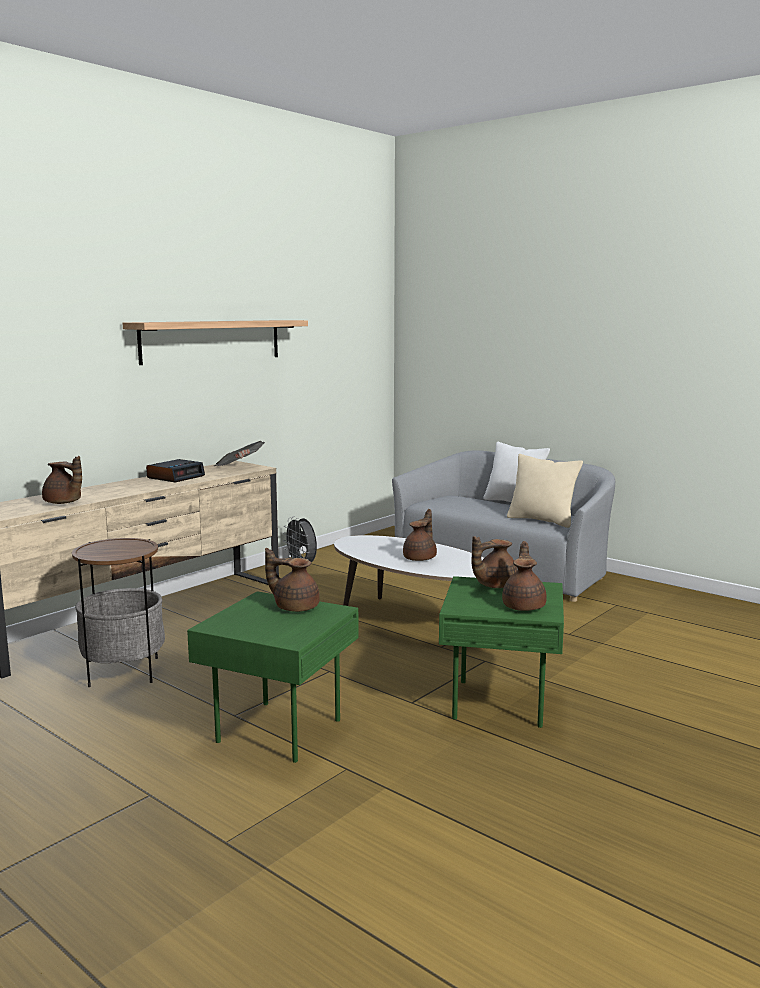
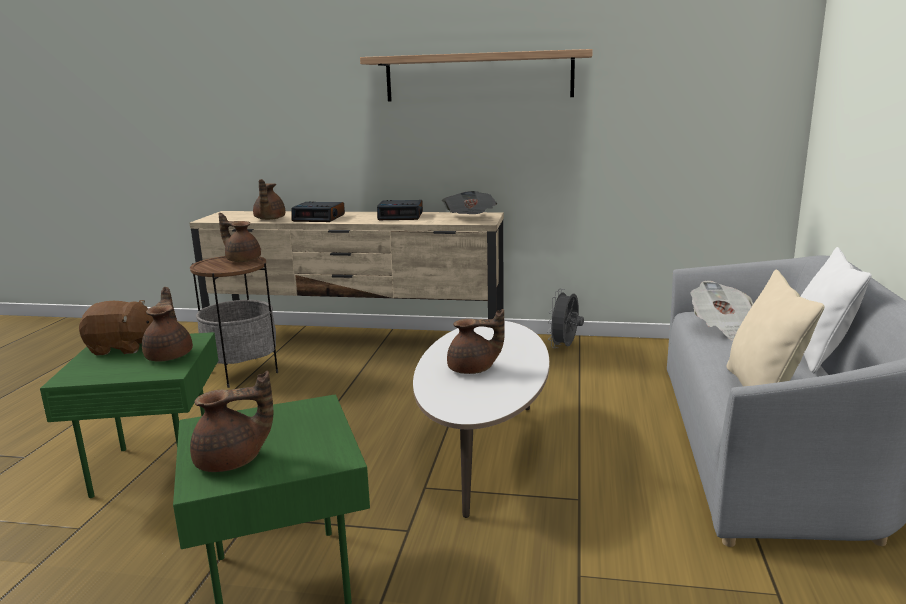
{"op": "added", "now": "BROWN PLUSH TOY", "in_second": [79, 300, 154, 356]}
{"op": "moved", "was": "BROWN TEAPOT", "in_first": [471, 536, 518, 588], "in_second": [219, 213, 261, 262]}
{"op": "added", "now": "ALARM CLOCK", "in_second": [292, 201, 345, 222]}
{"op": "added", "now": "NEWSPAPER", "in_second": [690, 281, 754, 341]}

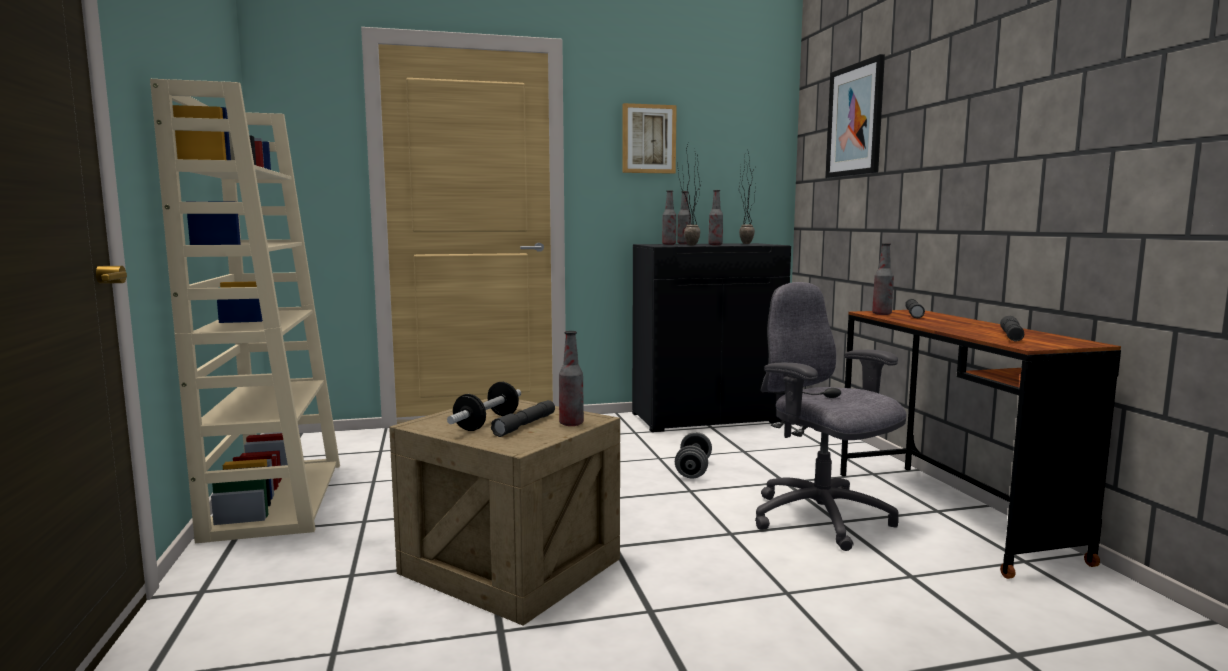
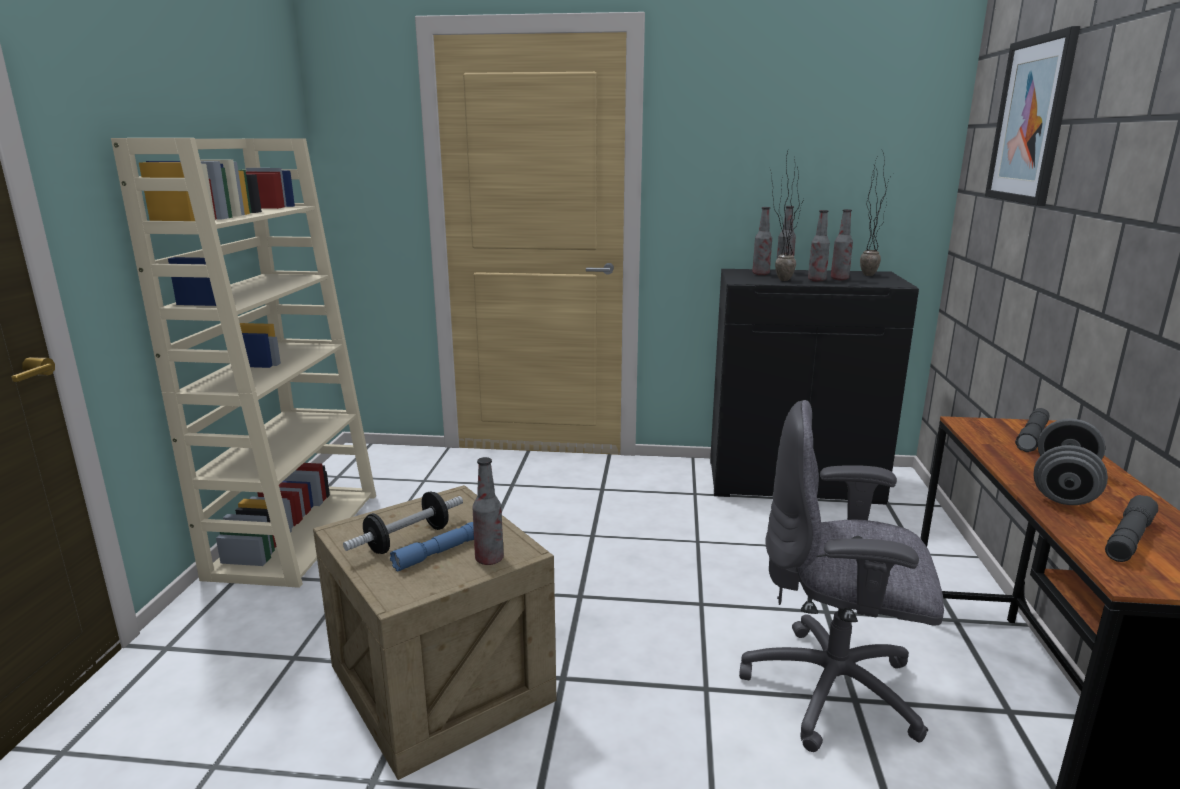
{"op": "recoloured", "was": "GREY FLASHLIGHT", "now": "BLUE FLASHLIGHT", "in_first": [491, 400, 555, 437], "in_second": [390, 522, 474, 572]}
{"op": "turned", "was": "GREY OFFICE CHAIR", "in_first": [755, 282, 907, 551], "in_second": [739, 400, 944, 752], "clockwise": -60}
{"op": "moved", "was": "BOTTLE", "in_first": [872, 243, 894, 315], "in_second": [831, 209, 853, 280]}
{"op": "moved", "was": "GREY DUMBBELL", "in_first": [675, 432, 712, 479], "in_second": [1034, 418, 1108, 505]}
{"op": "removed", "was": "PICTURE", "in_first": [622, 103, 677, 174]}

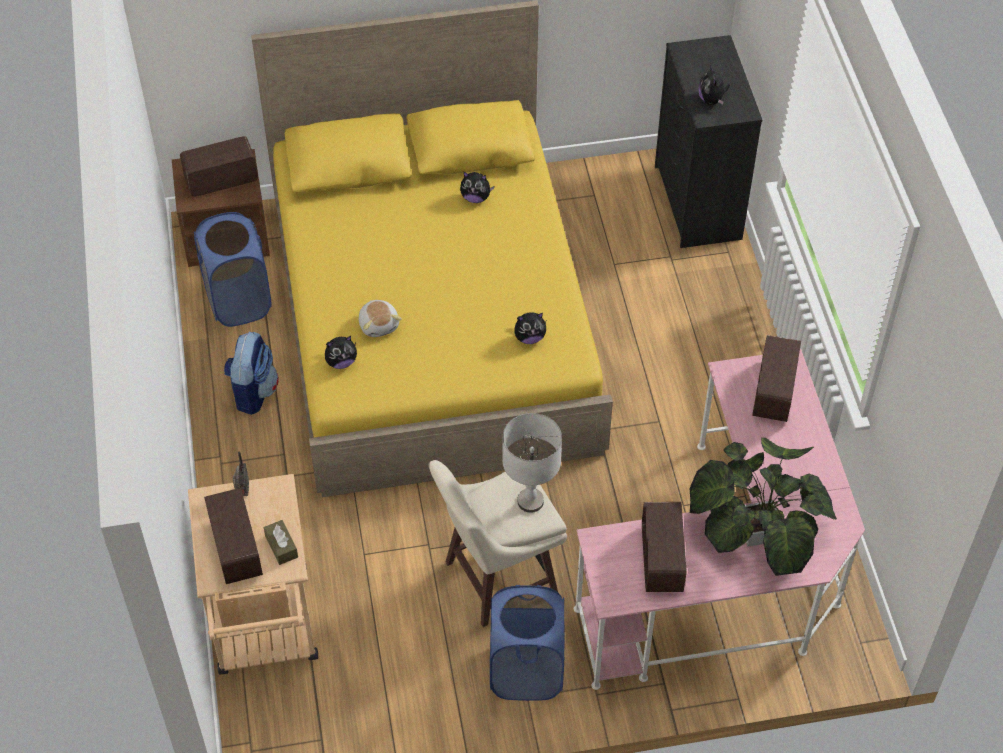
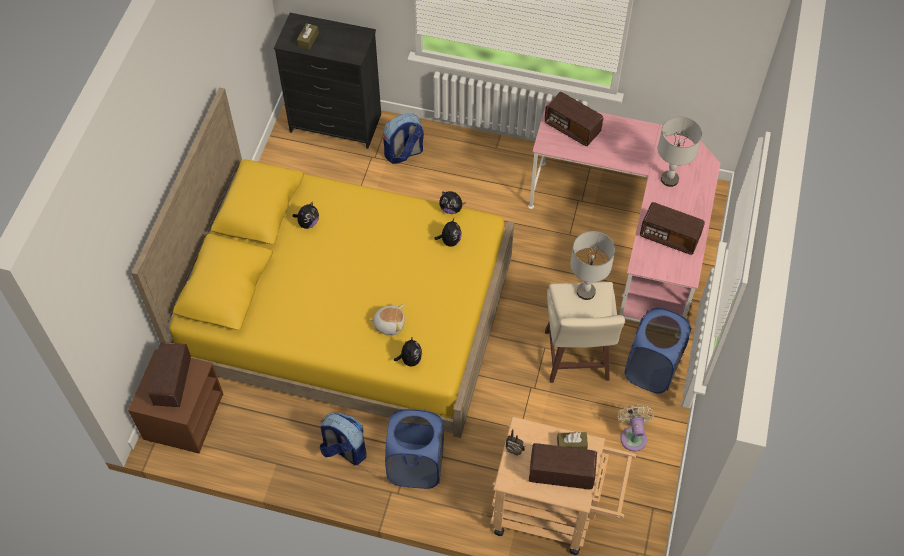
{"op": "added", "now": "BROWN TISSUE BOX", "in_second": [297, 23, 319, 50]}
{"op": "added", "now": "BACKPACK", "in_second": [383, 113, 424, 164]}
{"op": "moved", "was": "BLUE LAUNDRY BASKET", "in_first": [194, 212, 271, 327], "in_second": [385, 409, 444, 489]}
{"op": "moved", "was": "PLUSH TOY", "in_first": [698, 64, 730, 105], "in_second": [439, 191, 466, 214]}
{"op": "added", "now": "BEIGE FAN", "in_second": [618, 404, 654, 452]}
{"op": "replaced", "was": "POTTED PLANT", "now": "GREY TABLE LAMP", "in_first": [690, 438, 837, 576], "in_second": [658, 116, 702, 187]}

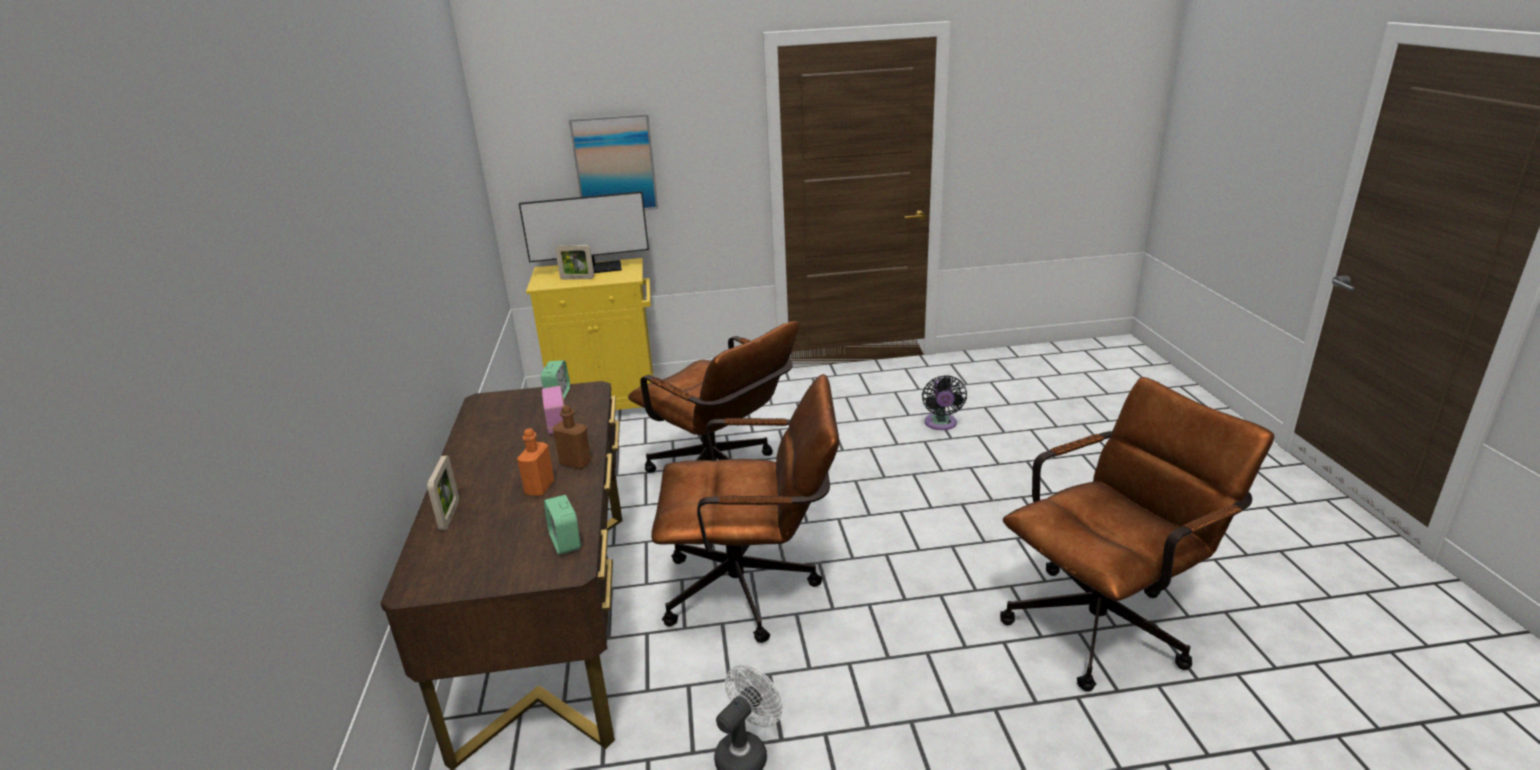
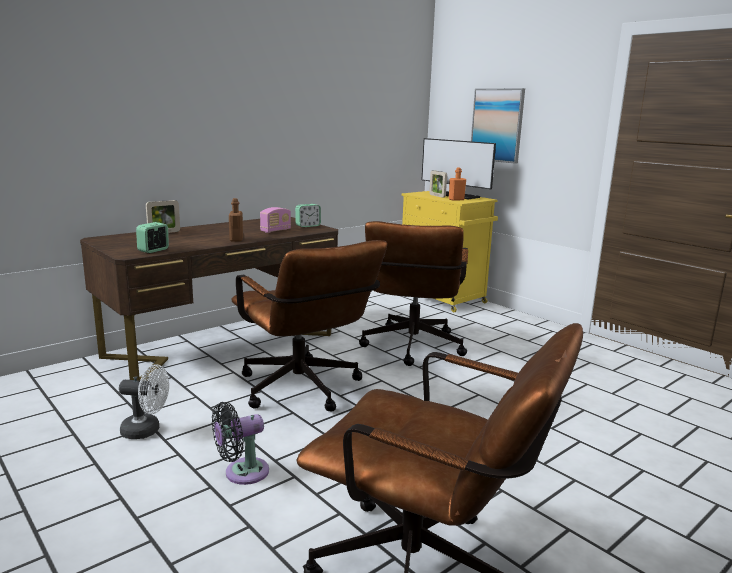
{"op": "moved", "was": "BLACK FAN", "in_first": [922, 375, 967, 430], "in_second": [212, 402, 269, 485]}
{"op": "moved", "was": "ORANGE BOTTLE", "in_first": [517, 428, 554, 496], "in_second": [449, 168, 466, 201]}

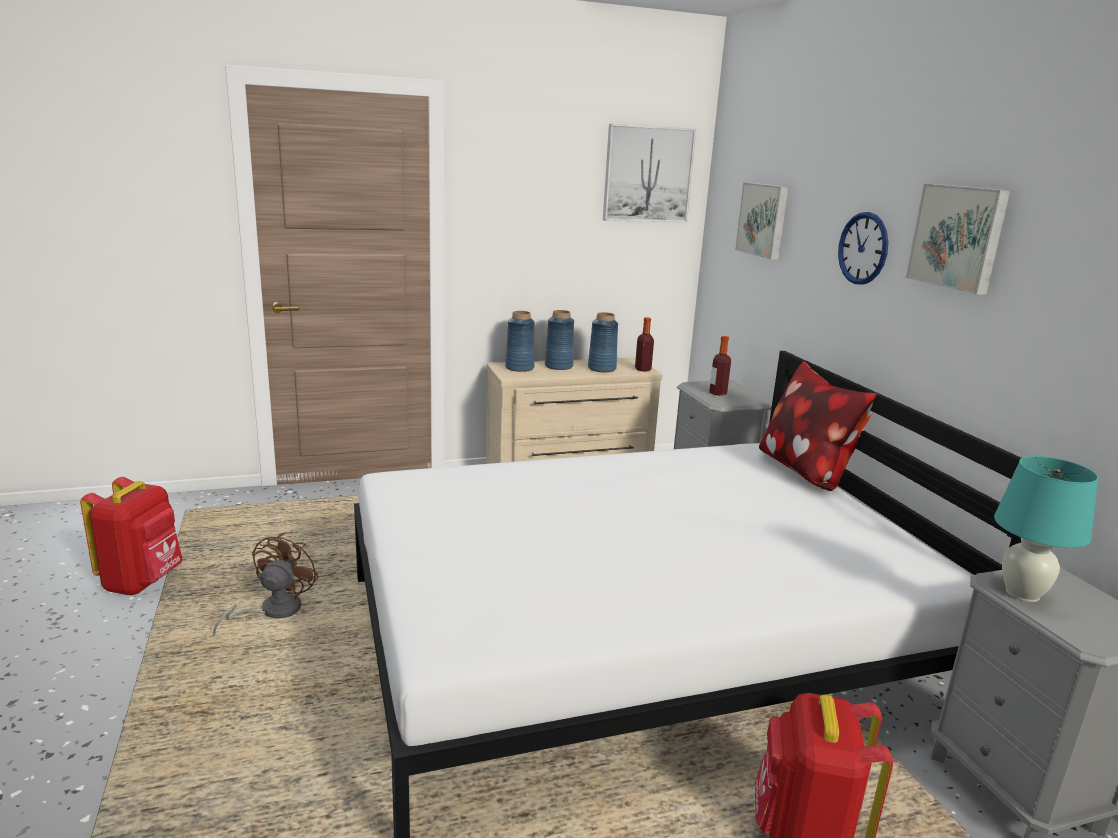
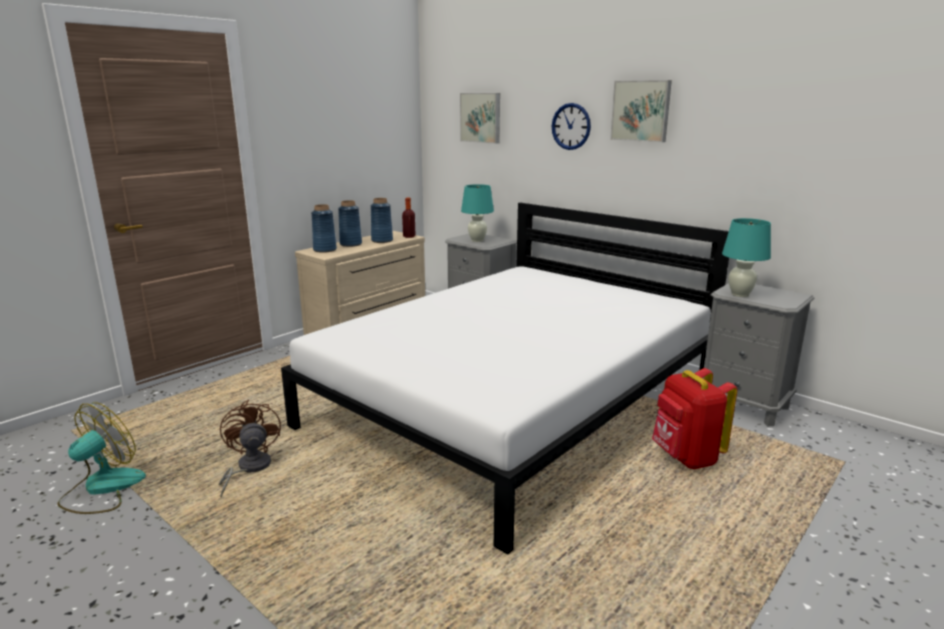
{"op": "replaced", "was": "RED BACKPACK", "now": "FAN", "in_first": [80, 477, 183, 595], "in_second": [57, 402, 146, 514]}
{"op": "replaced", "was": "BOTTLE", "now": "TURQUOISE TABLE LAMP", "in_first": [709, 336, 731, 396], "in_second": [461, 184, 494, 242]}
{"op": "removed", "was": "PICTURE", "in_first": [603, 124, 696, 222]}
{"op": "removed", "was": "PILLOW", "in_first": [759, 362, 879, 491]}

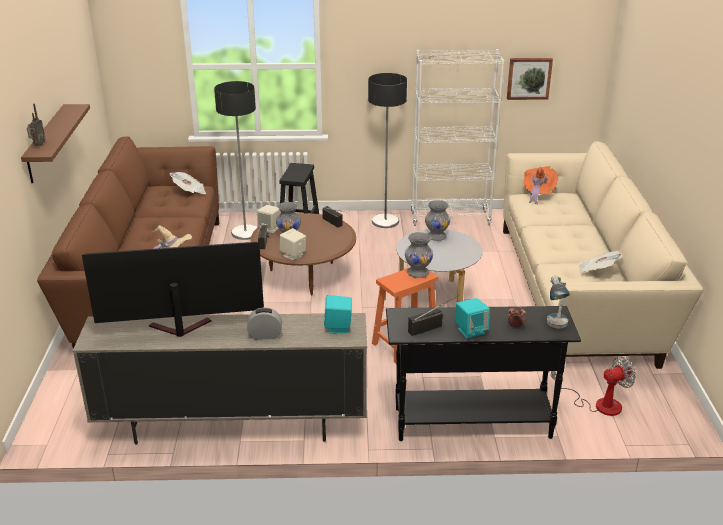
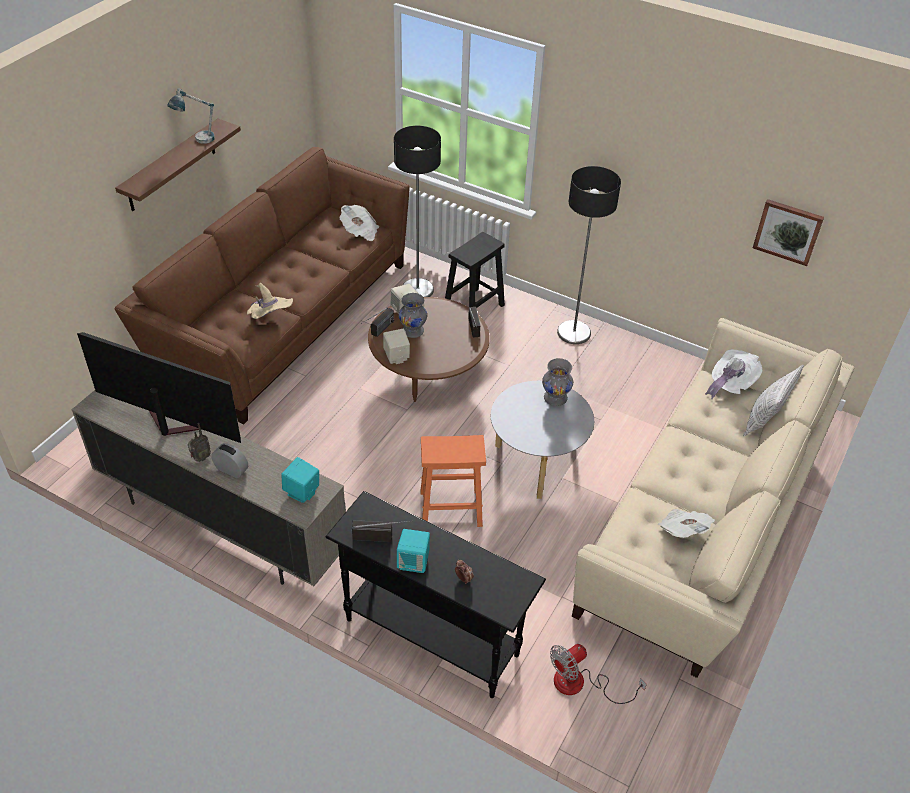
{"op": "moved", "was": "TABLE LAMP", "in_first": [547, 276, 570, 328], "in_second": [167, 89, 215, 144]}
{"op": "moved", "was": "RADIO", "in_first": [27, 104, 45, 146], "in_second": [188, 423, 211, 462]}
{"op": "turned", "was": "FAN", "in_first": [551, 356, 636, 416], "in_second": [550, 644, 647, 704], "clockwise": 135}
{"op": "recoloured", "was": "ORANGE HAT", "now": "WHITE HAT", "in_first": [523, 166, 558, 204], "in_second": [705, 349, 763, 399]}
{"op": "added", "now": "PILLOW", "in_second": [743, 364, 804, 436]}
{"op": "removed", "was": "GREY VASE", "in_first": [405, 232, 433, 278]}
{"op": "removed", "was": "WHITE BOOKCASE", "in_first": [411, 49, 505, 226]}

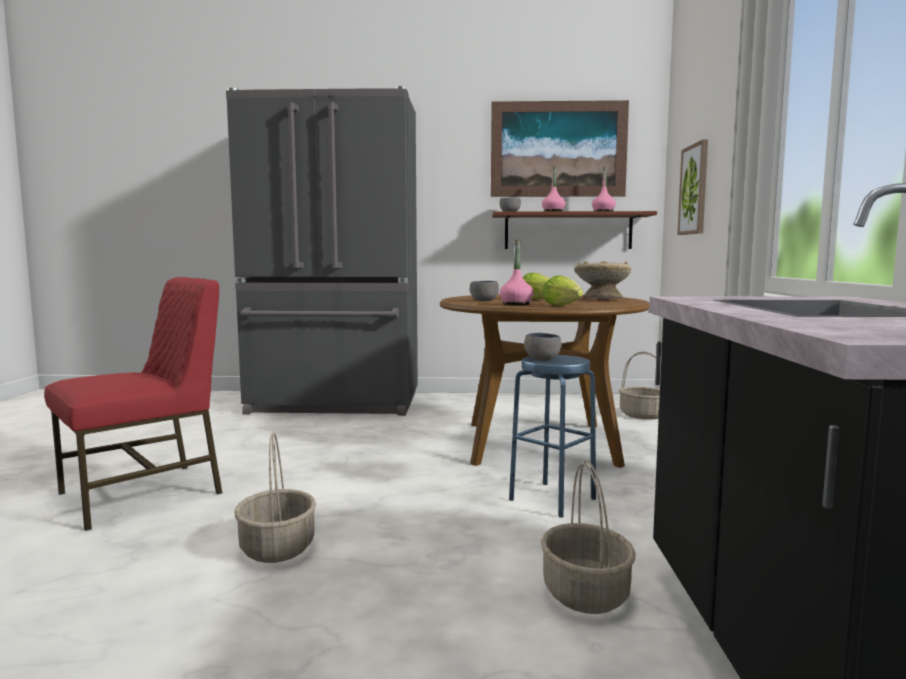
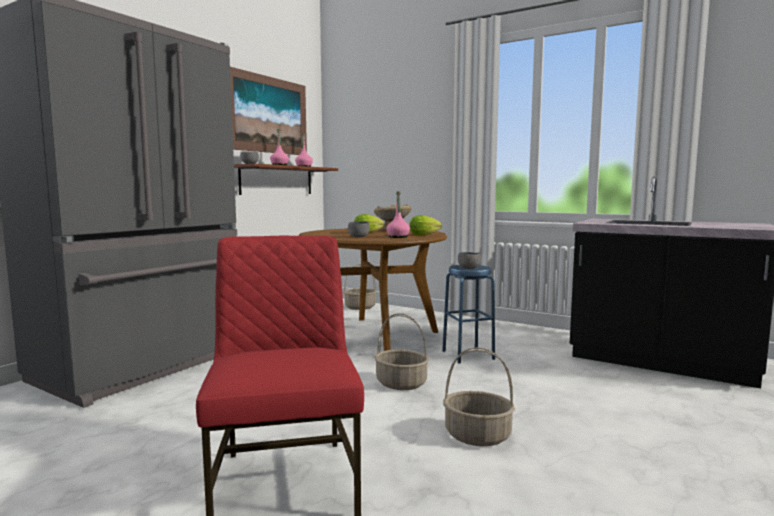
{"op": "moved", "was": "BASKET", "in_first": [541, 460, 636, 614], "in_second": [374, 313, 429, 390]}
{"op": "removed", "was": "PICTURE", "in_first": [677, 139, 708, 235]}

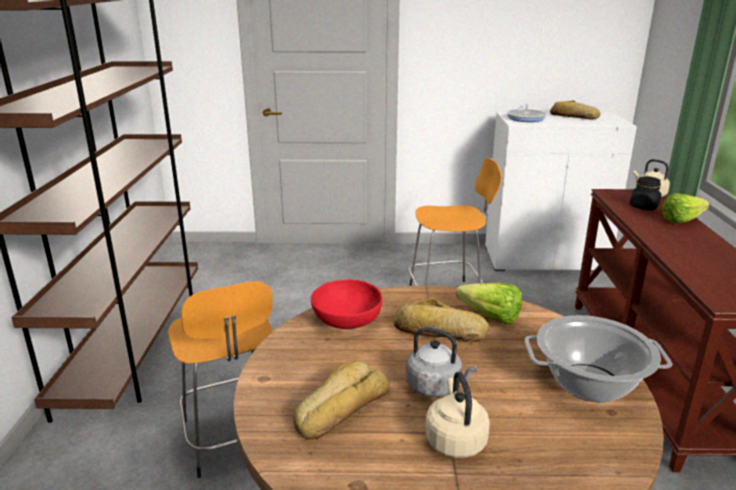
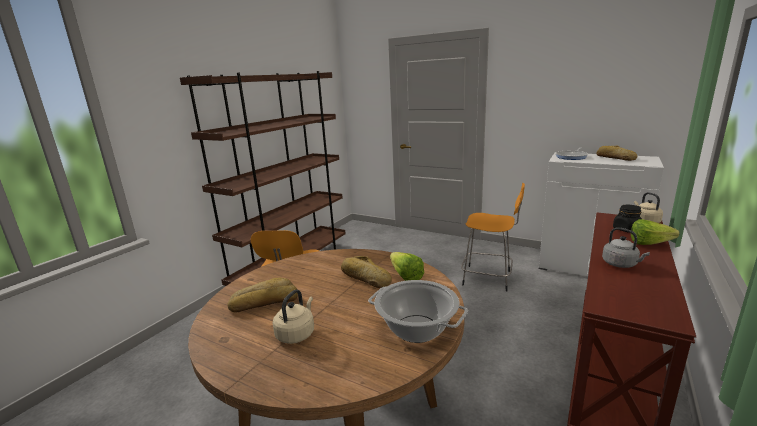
{"op": "moved", "was": "GREY KETTLE", "in_first": [406, 327, 477, 397], "in_second": [602, 227, 650, 268]}
{"op": "removed", "was": "RED BOWL", "in_first": [311, 280, 382, 329]}

